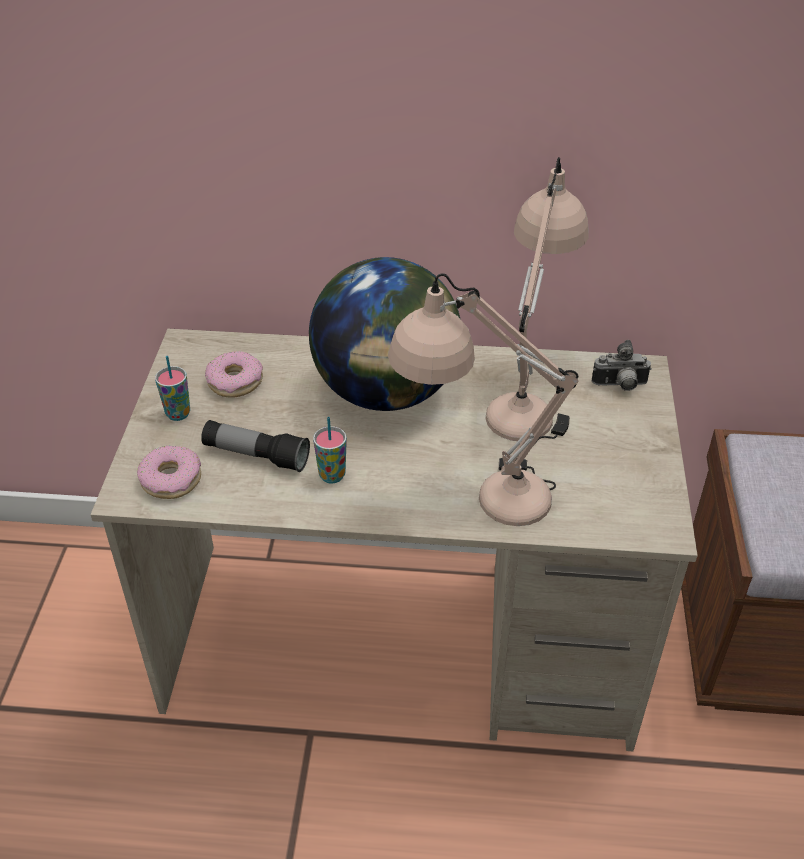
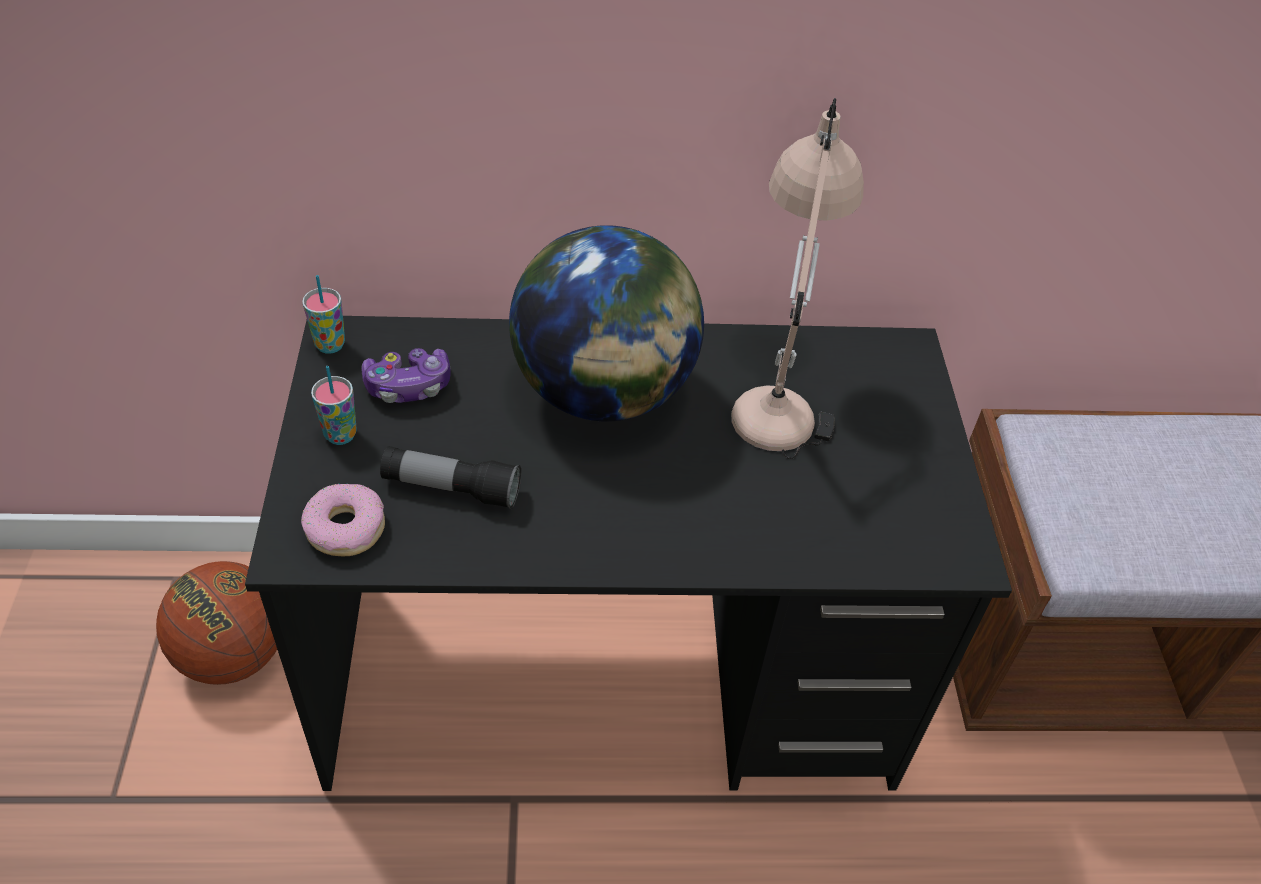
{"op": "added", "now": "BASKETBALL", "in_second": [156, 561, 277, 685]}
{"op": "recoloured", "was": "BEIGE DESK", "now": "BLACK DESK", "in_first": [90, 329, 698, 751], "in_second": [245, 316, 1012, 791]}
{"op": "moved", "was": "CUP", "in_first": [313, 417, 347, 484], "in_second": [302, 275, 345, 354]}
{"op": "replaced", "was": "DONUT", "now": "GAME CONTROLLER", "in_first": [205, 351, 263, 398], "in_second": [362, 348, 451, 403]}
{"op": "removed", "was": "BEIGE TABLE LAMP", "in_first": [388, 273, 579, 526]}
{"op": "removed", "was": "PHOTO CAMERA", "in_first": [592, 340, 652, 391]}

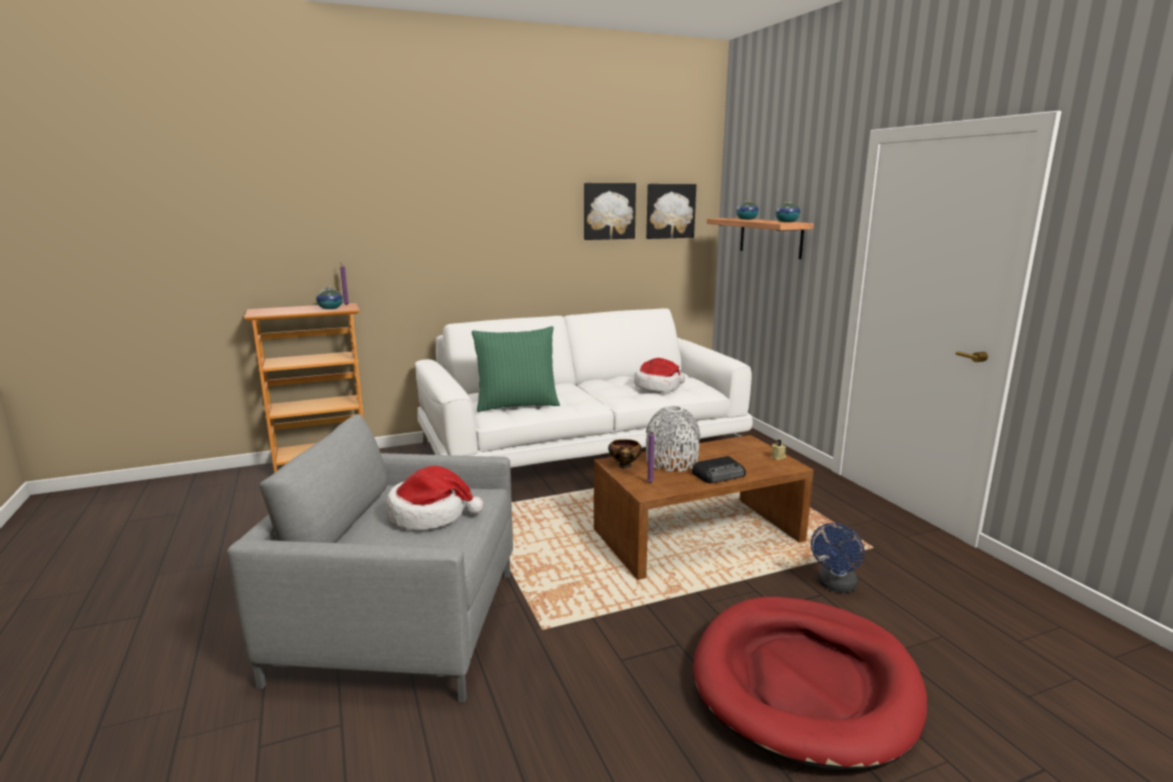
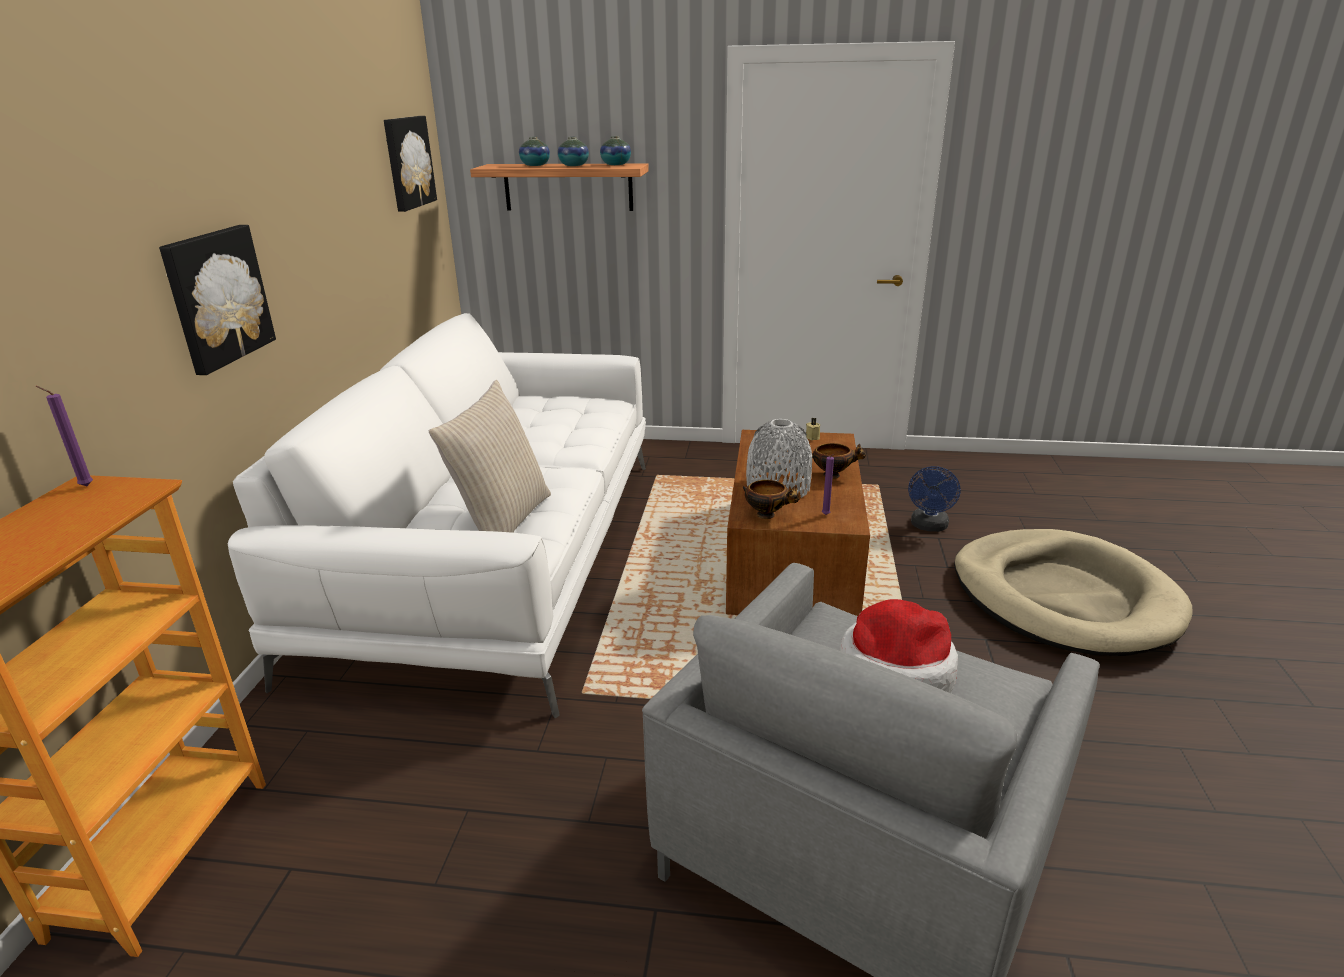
{"op": "moved", "was": "PICTURE", "in_first": [584, 183, 636, 240], "in_second": [159, 225, 276, 375]}
{"op": "recoloured", "was": "GREEN PILLOW", "now": "BEIGE PILLOW", "in_first": [472, 326, 560, 412], "in_second": [429, 380, 551, 533]}
{"op": "moved", "was": "VASE", "in_first": [316, 287, 343, 309], "in_second": [558, 137, 589, 166]}
{"op": "replaced", "was": "RADIO", "now": "BOWL", "in_first": [692, 456, 746, 483], "in_second": [812, 443, 866, 479]}
{"op": "turned", "was": "BLUE FAN", "in_first": [811, 523, 864, 593], "in_second": [908, 466, 961, 532], "clockwise": 45}
{"op": "recoloured", "was": "RED DOG BED", "now": "BEIGE DOG BED", "in_first": [693, 597, 927, 771], "in_second": [954, 529, 1193, 656]}
{"op": "removed", "was": "HAT", "in_first": [634, 358, 685, 392]}

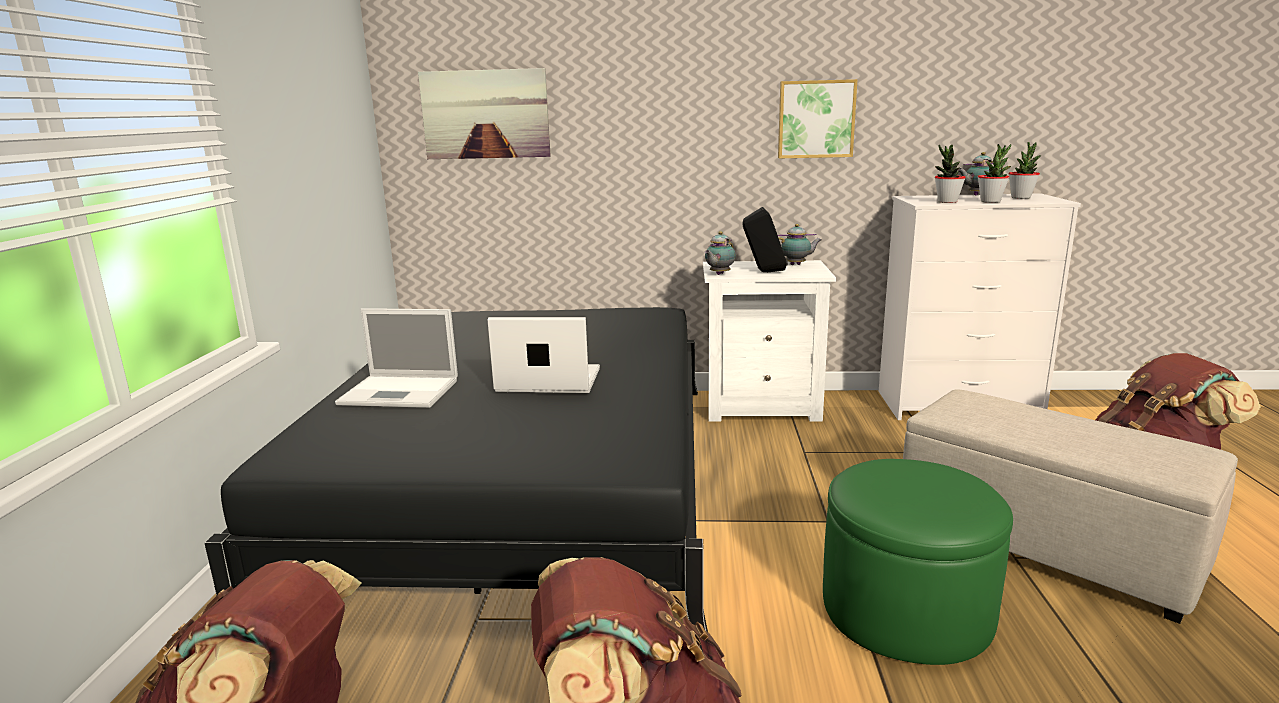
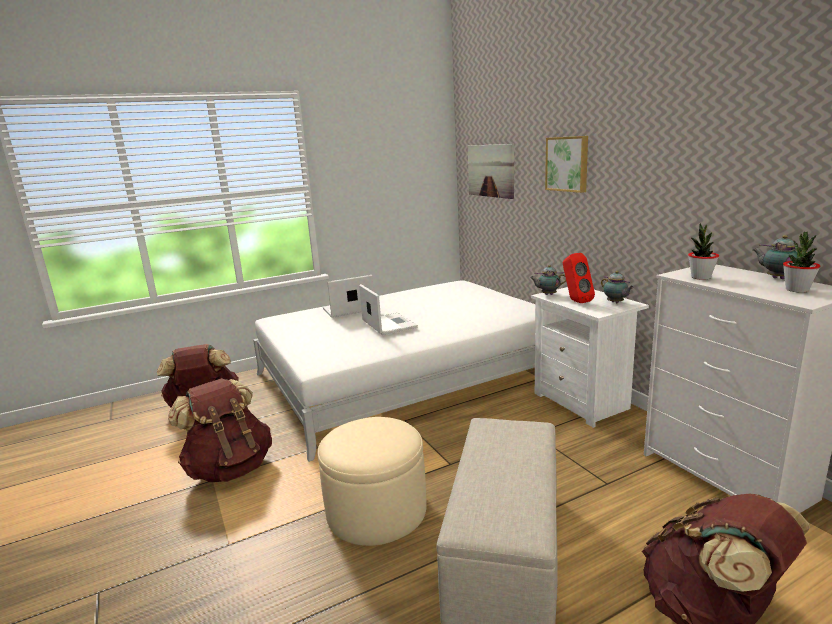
{"op": "recoloured", "was": "BLACK BED", "now": "WHITE BED", "in_first": [204, 307, 708, 632], "in_second": [253, 280, 535, 462]}
{"op": "recoloured", "was": "GREEN OTTOMAN", "now": "BEIGE OTTOMAN", "in_first": [823, 459, 1013, 665], "in_second": [318, 417, 427, 546]}
{"op": "turned", "was": "LAPTOP", "in_first": [335, 308, 458, 408], "in_second": [323, 275, 374, 318], "clockwise": 90}
{"op": "moved", "was": "PICTURE", "in_first": [778, 79, 858, 158], "in_second": [545, 136, 588, 193]}
{"op": "recoloured", "was": "BLACK SPEAKER", "now": "RED SPEAKER", "in_first": [743, 207, 788, 272], "in_second": [563, 253, 595, 303]}
{"op": "removed", "was": "POTTED PLANT", "in_first": [978, 144, 1011, 203]}

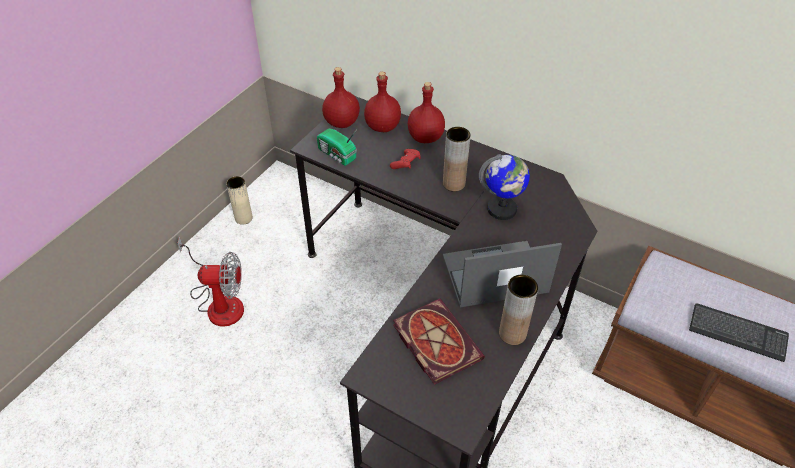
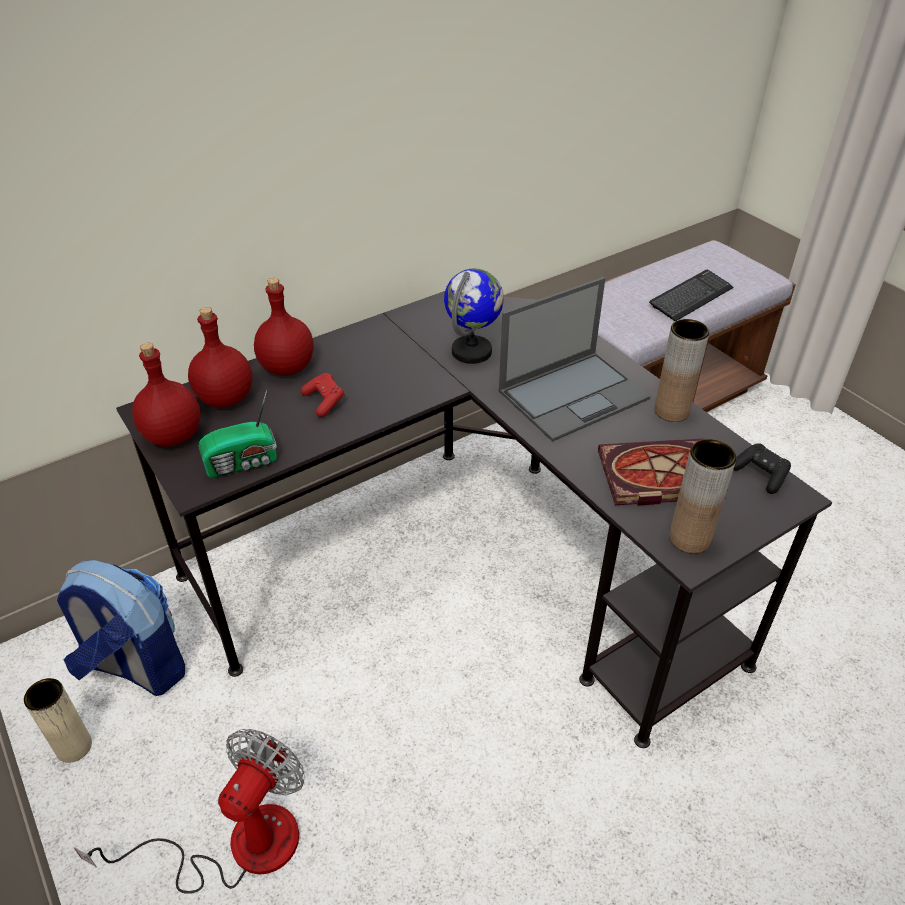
{"op": "added", "now": "BACKPACK", "in_second": [57, 560, 185, 696]}
{"op": "turned", "was": "LAPTOP", "in_first": [443, 241, 562, 307], "in_second": [499, 277, 650, 442], "clockwise": -135}
{"op": "moved", "was": "BROWN VASE", "in_first": [443, 127, 470, 192], "in_second": [669, 439, 736, 554]}
{"op": "added", "now": "BLACK GAME CONTROLLER", "in_second": [733, 443, 791, 494]}

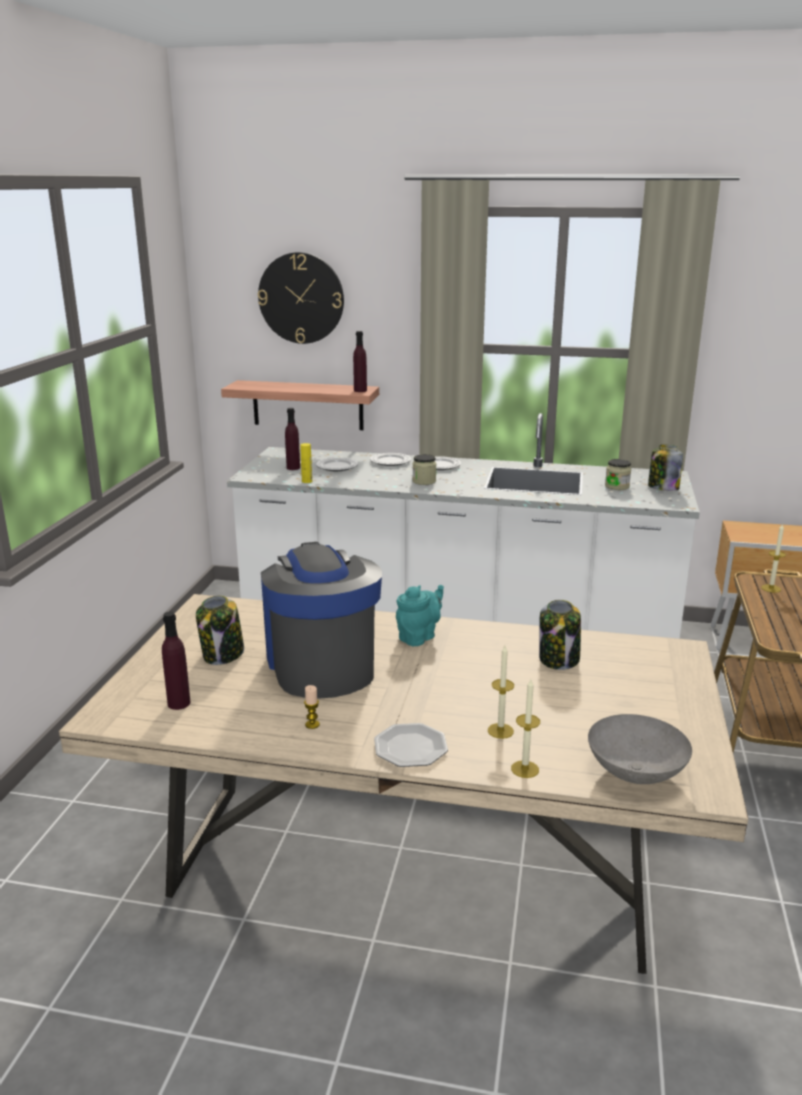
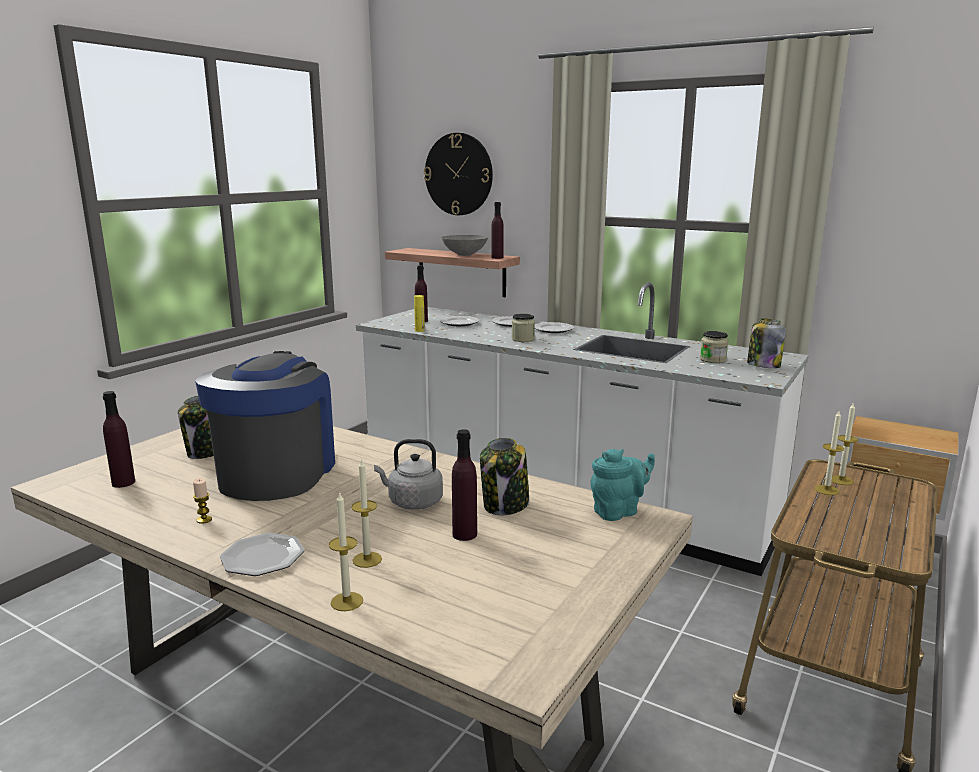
{"op": "added", "now": "GREY KETTLE", "in_second": [374, 439, 443, 510]}
{"op": "moved", "was": "GREY BOWL", "in_first": [588, 714, 692, 784], "in_second": [442, 235, 488, 256]}
{"op": "added", "now": "PURPLE BOTTLE", "in_second": [452, 429, 477, 541]}
{"op": "moved", "was": "TURQUOISE TEAPOT", "in_first": [396, 585, 444, 646], "in_second": [591, 449, 655, 521]}
{"op": "added", "now": "CANDLE", "in_second": [815, 411, 844, 495]}

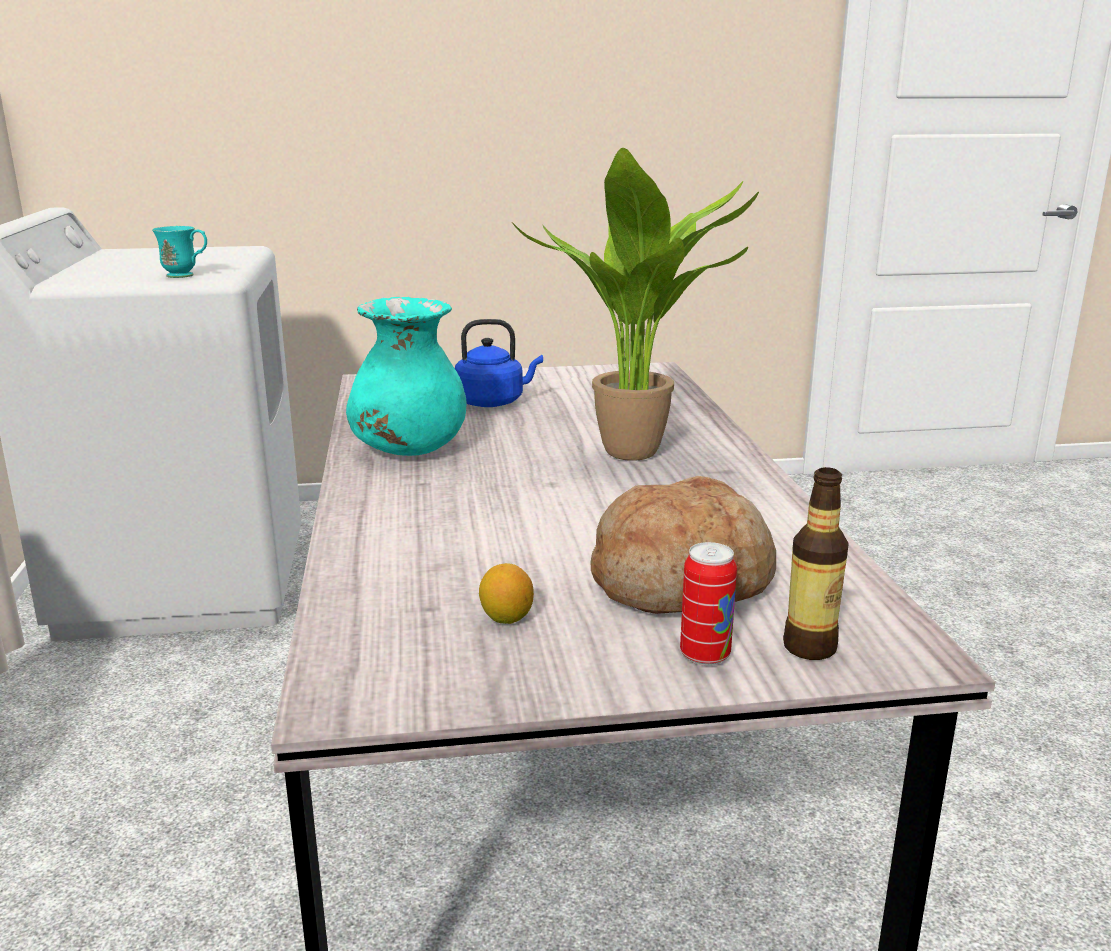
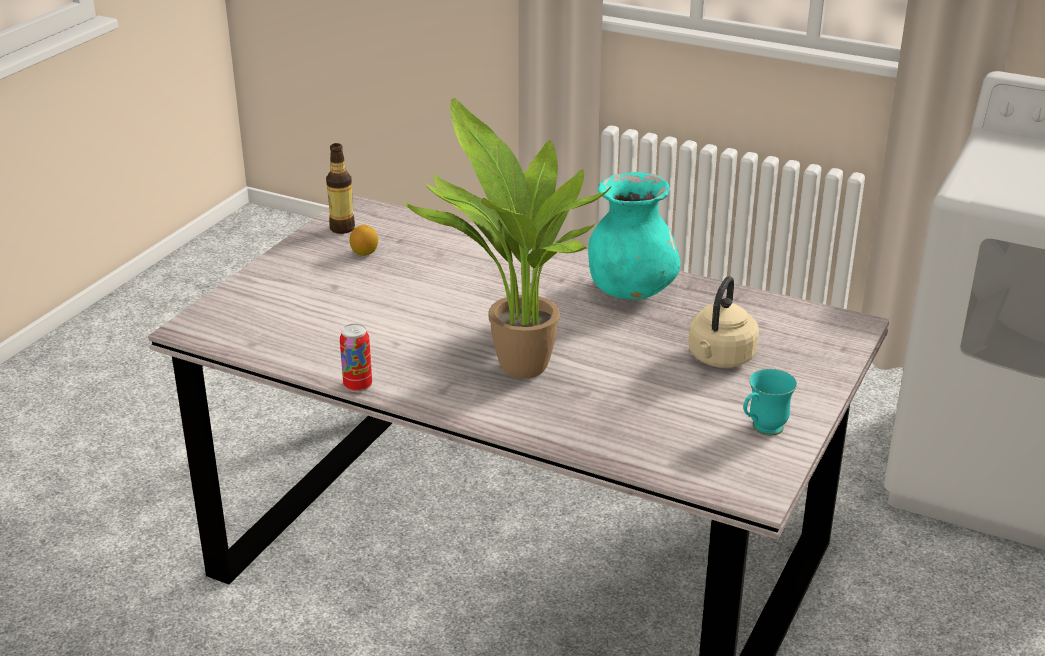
{"op": "moved", "was": "BOTTLE", "in_first": [783, 467, 849, 660], "in_second": [326, 143, 355, 234]}
{"op": "moved", "was": "CAN", "in_first": [680, 542, 737, 666], "in_second": [340, 324, 372, 392]}
{"op": "recoloured", "was": "BLUE KETTLE", "now": "BEIGE KETTLE", "in_first": [455, 319, 543, 407], "in_second": [688, 276, 759, 368]}
{"op": "moved", "was": "TURQUOISE MUG", "in_first": [152, 226, 207, 278], "in_second": [744, 369, 797, 436]}
{"op": "removed", "was": "BREAD", "in_first": [591, 476, 776, 614]}

